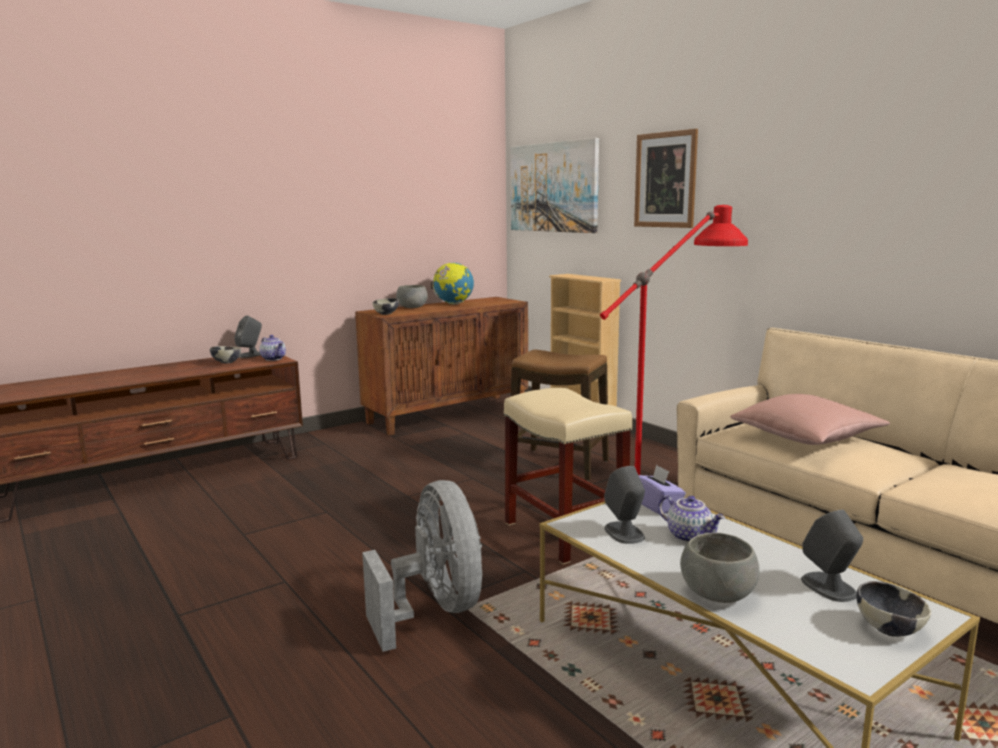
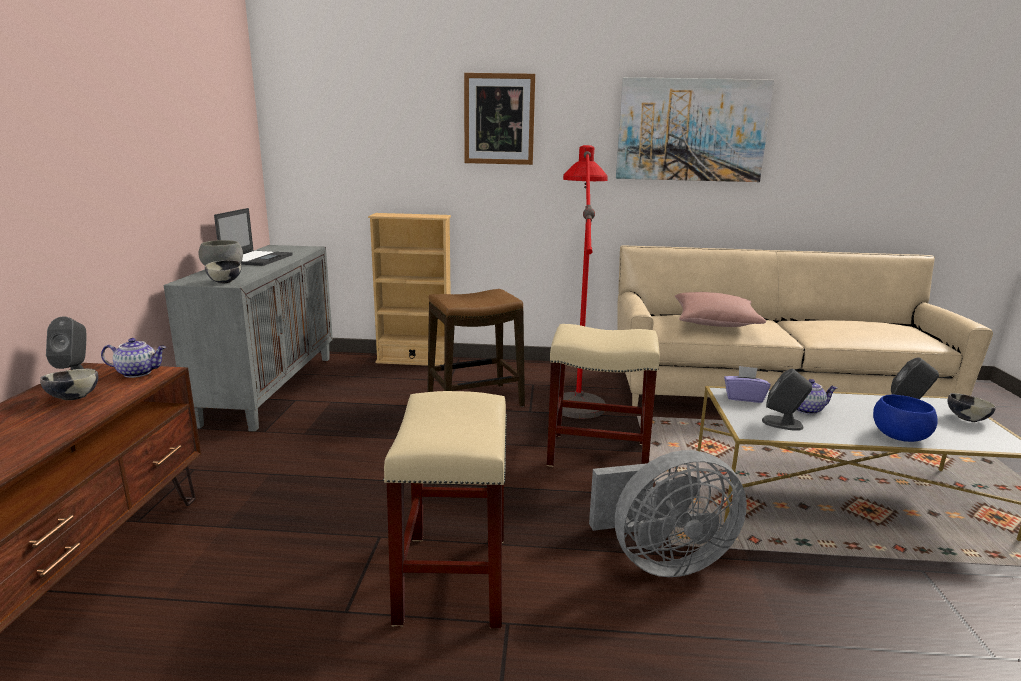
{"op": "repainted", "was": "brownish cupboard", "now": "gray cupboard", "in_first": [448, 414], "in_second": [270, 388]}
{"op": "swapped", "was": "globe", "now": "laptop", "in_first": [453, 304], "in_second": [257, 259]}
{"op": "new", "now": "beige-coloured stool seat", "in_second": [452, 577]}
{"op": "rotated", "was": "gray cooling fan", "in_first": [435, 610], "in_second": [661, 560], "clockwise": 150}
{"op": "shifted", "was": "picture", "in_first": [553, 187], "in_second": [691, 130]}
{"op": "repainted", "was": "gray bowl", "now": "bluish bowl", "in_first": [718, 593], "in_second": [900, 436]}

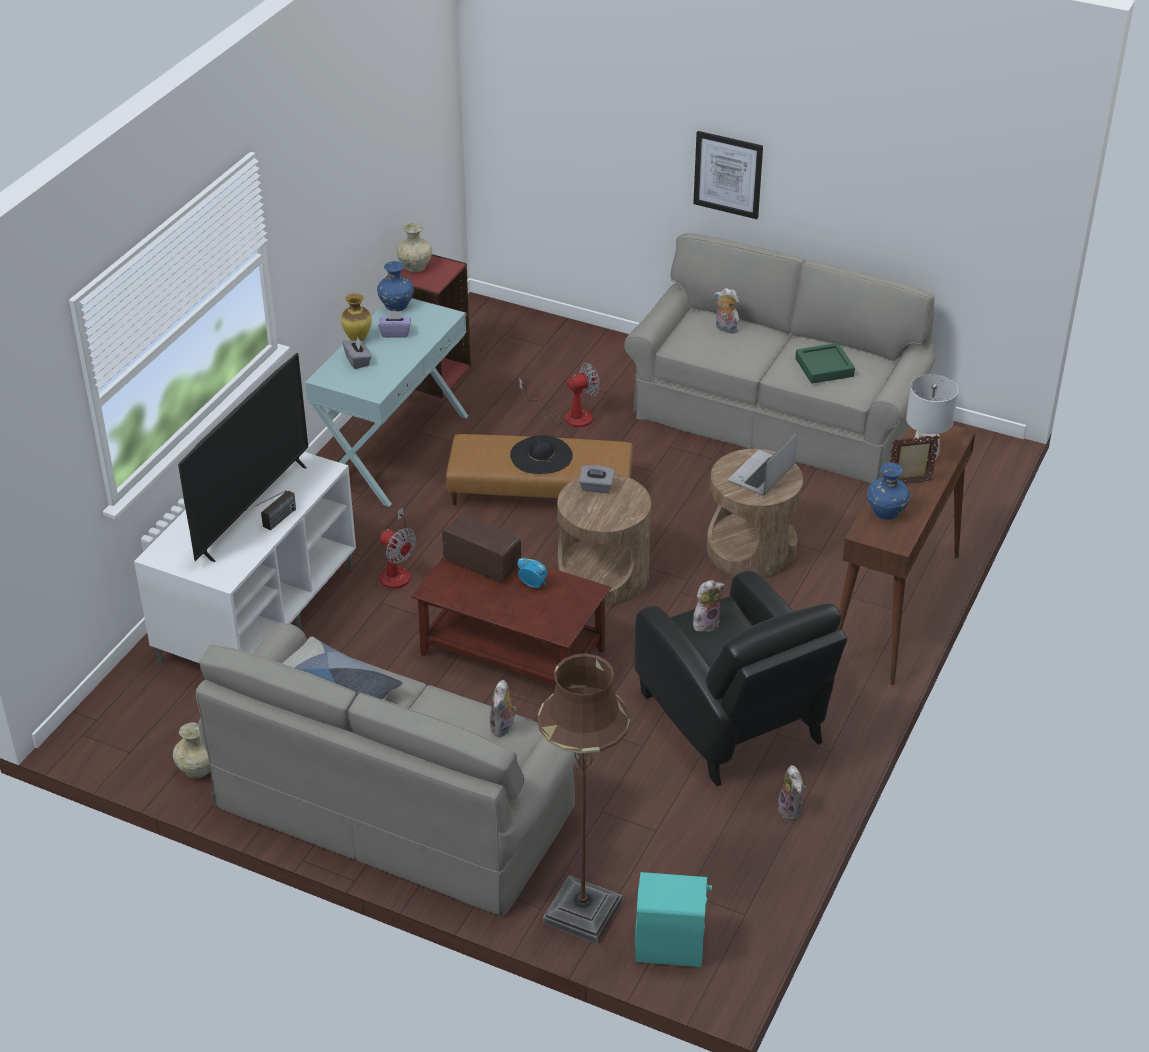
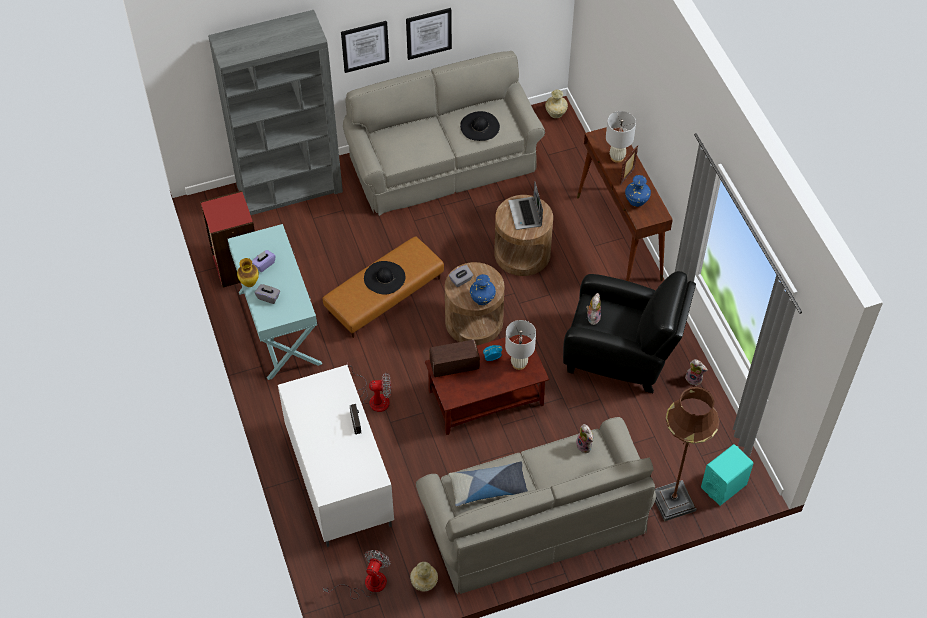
{"op": "new", "now": "gray shelving unit", "in_second": [290, 189]}
{"op": "shifted", "was": "cooling fan", "in_first": [569, 416], "in_second": [367, 584]}
{"op": "new", "now": "picture", "in_second": [428, 33]}
{"op": "swapped", "was": "green-coloured tray", "now": "black-coloured clothing hat", "in_first": [824, 367], "in_second": [479, 126]}
{"op": "shifted", "was": "bluish flower vase", "in_first": [396, 306], "in_second": [482, 299]}
{"op": "new", "now": "whitish lamp for a table", "in_second": [519, 364]}
{"op": "shifted", "was": "beige-coloured flower vase", "in_first": [415, 267], "in_second": [555, 113]}
{"op": "gone", "was": "television", "in_first": [252, 510]}
{"op": "gone", "was": "cuddly toy", "in_first": [725, 329]}

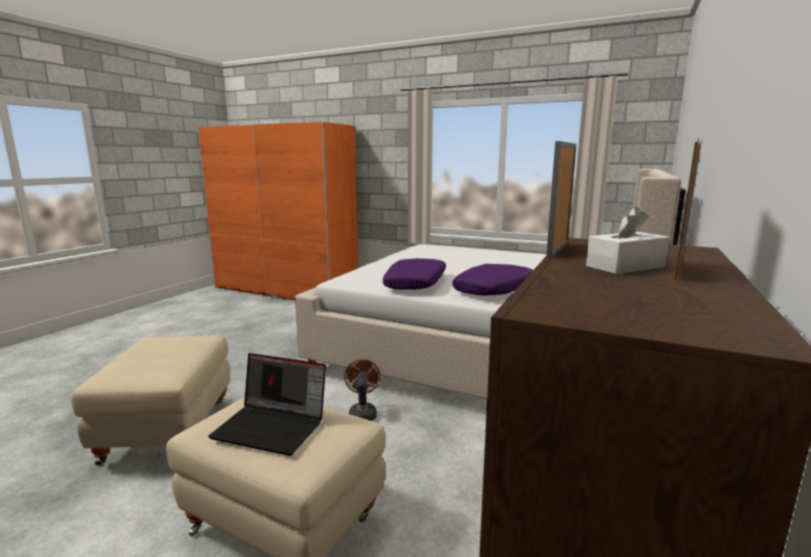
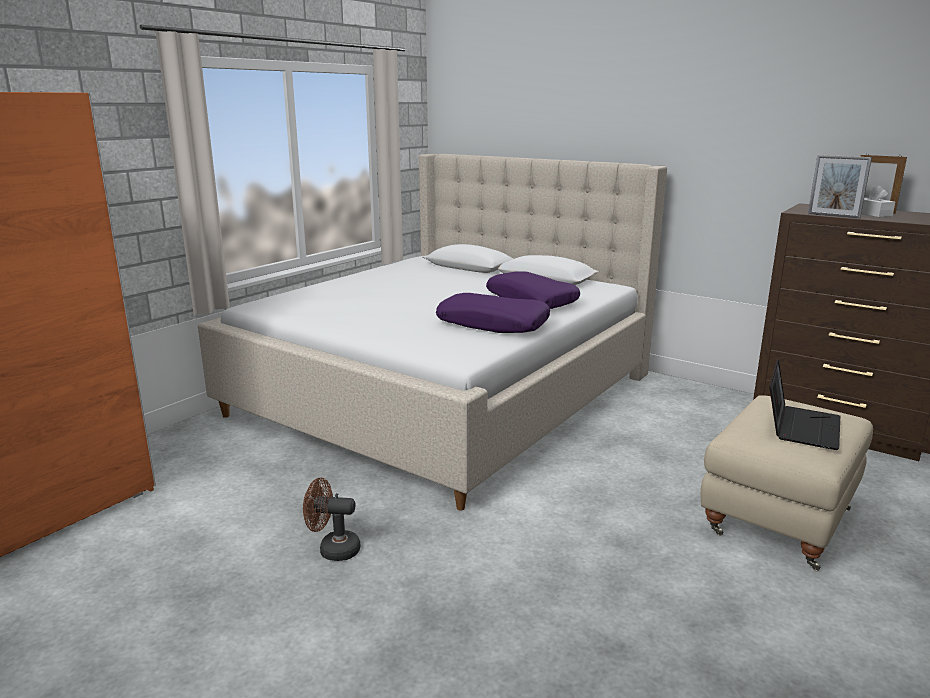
{"op": "shifted", "was": "brownish cooling fan", "in_first": [362, 413], "in_second": [333, 549]}
{"op": "gone", "was": "beige-coloured ottoman", "in_first": [169, 432]}

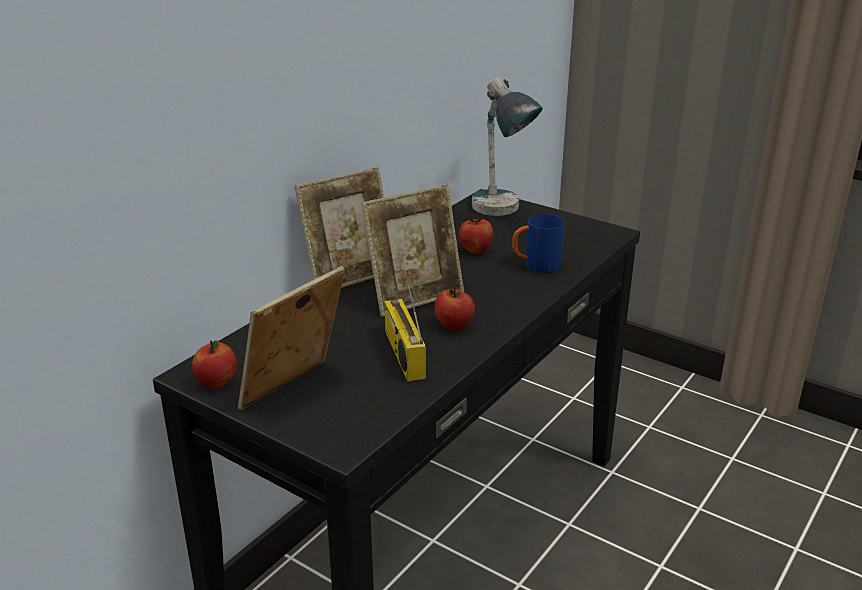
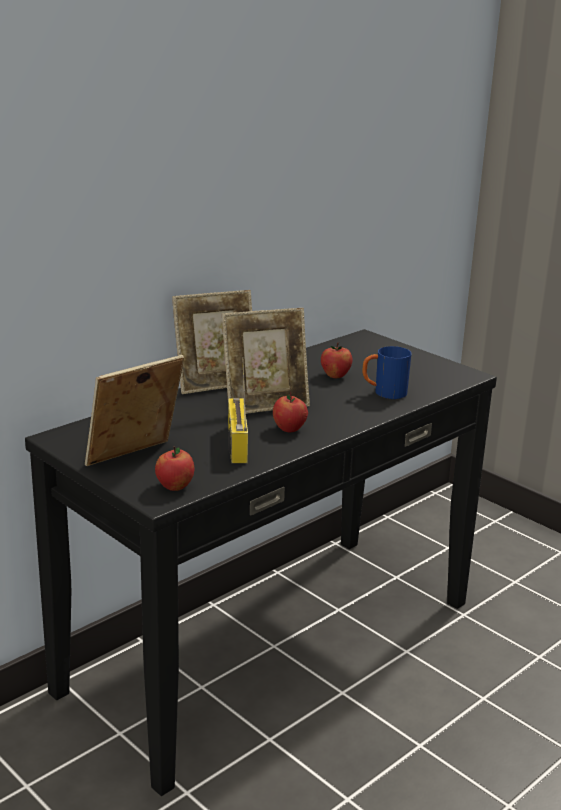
{"op": "shifted", "was": "whole apple", "in_first": [217, 383], "in_second": [175, 486]}
{"op": "gone", "was": "lamp for a table", "in_first": [501, 214]}

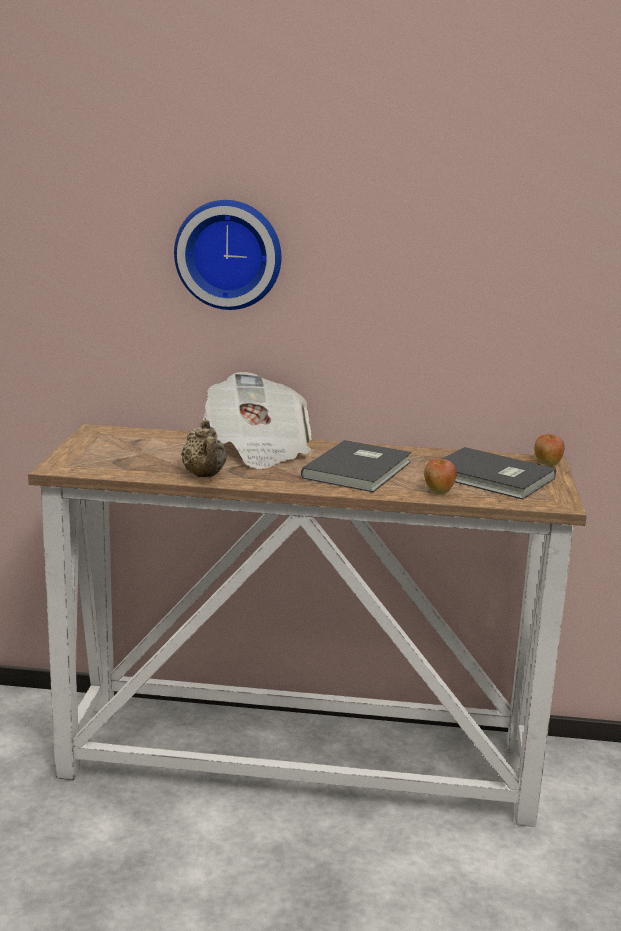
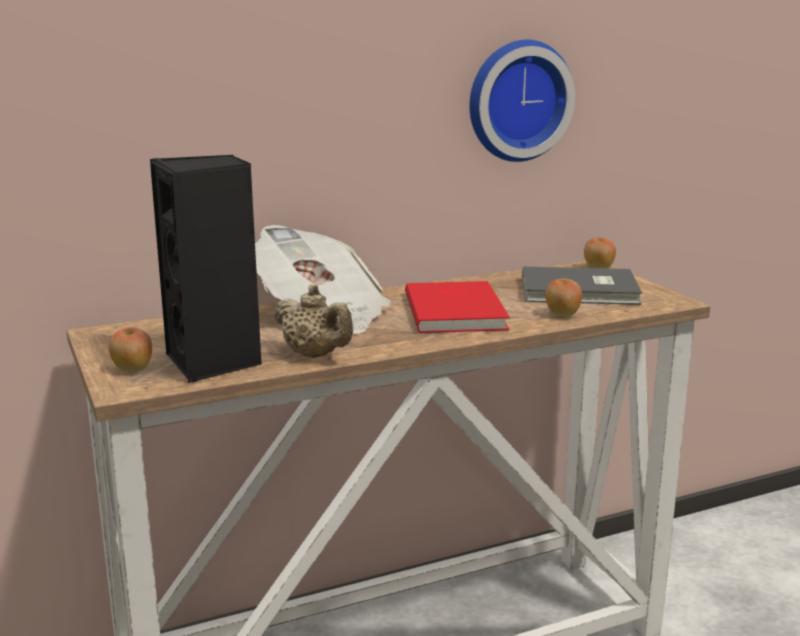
{"op": "new", "now": "whole apple", "in_second": [132, 369]}
{"op": "new", "now": "black-coloured loudspeaker", "in_second": [214, 362]}
{"op": "repainted", "was": "gray bound book", "now": "reddish bound book", "in_first": [361, 470], "in_second": [457, 310]}
{"op": "shifted", "was": "wall clock", "in_first": [229, 254], "in_second": [516, 100]}

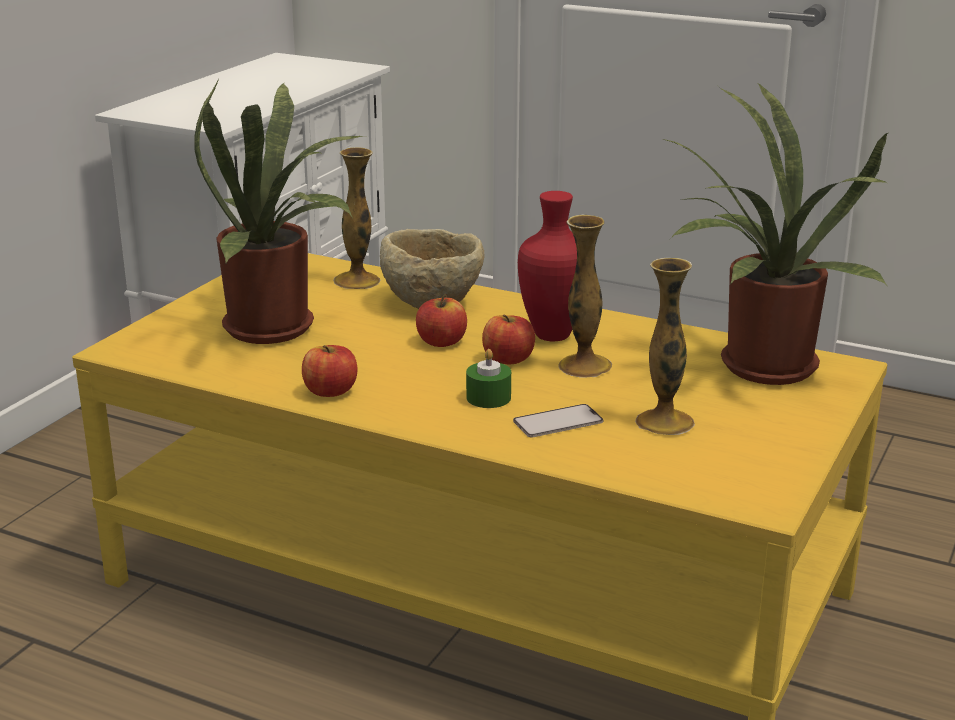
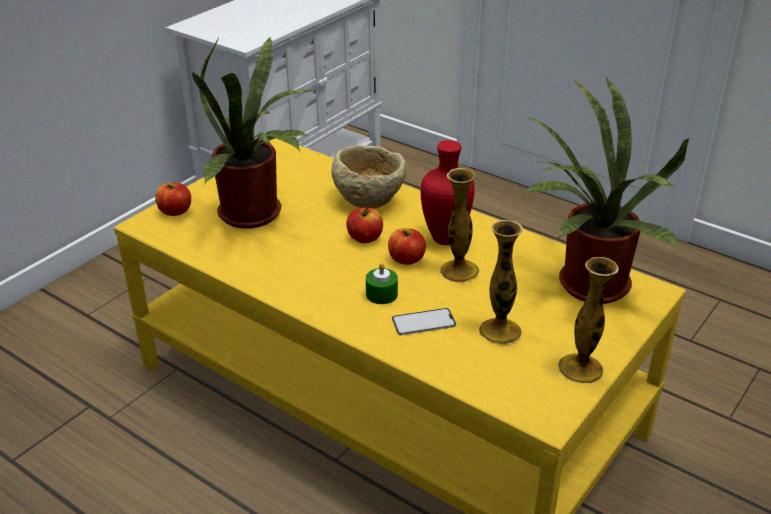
{"op": "shifted", "was": "whole apple", "in_first": [330, 391], "in_second": [175, 211]}
{"op": "shifted", "was": "flower vase", "in_first": [356, 281], "in_second": [580, 368]}

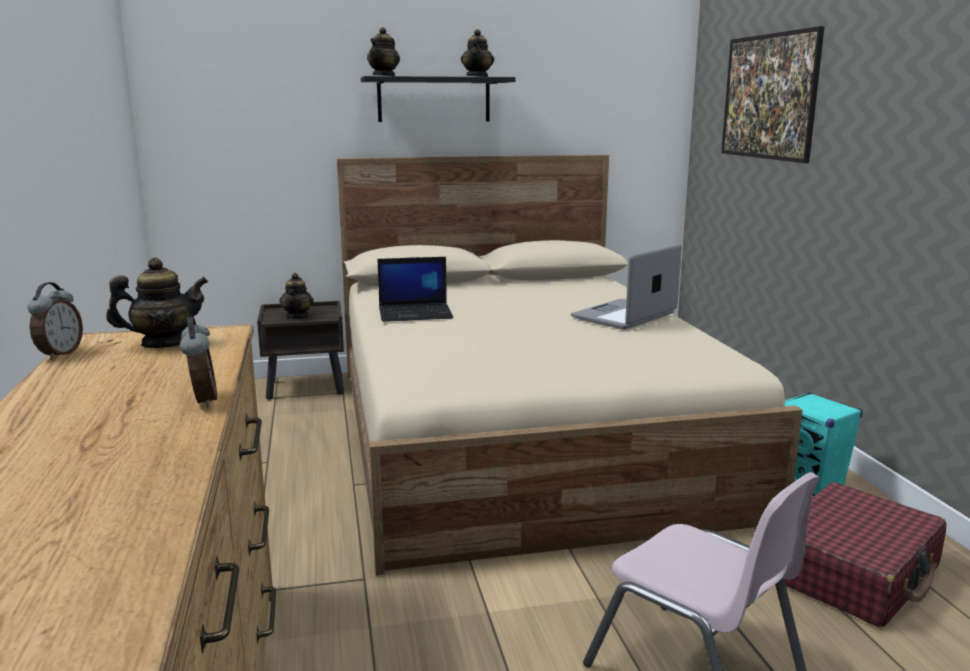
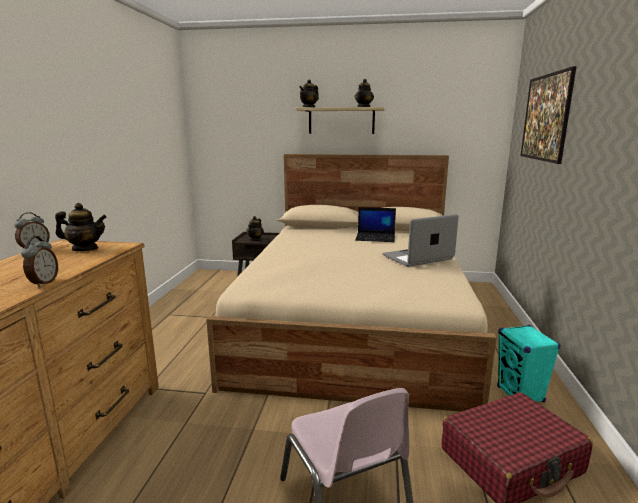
{"op": "repainted", "was": "black-coloured bracket shelf", "now": "beige-coloured bracket shelf", "in_first": [434, 100], "in_second": [341, 121]}
{"op": "shifted", "was": "laptop", "in_first": [416, 313], "in_second": [376, 238]}

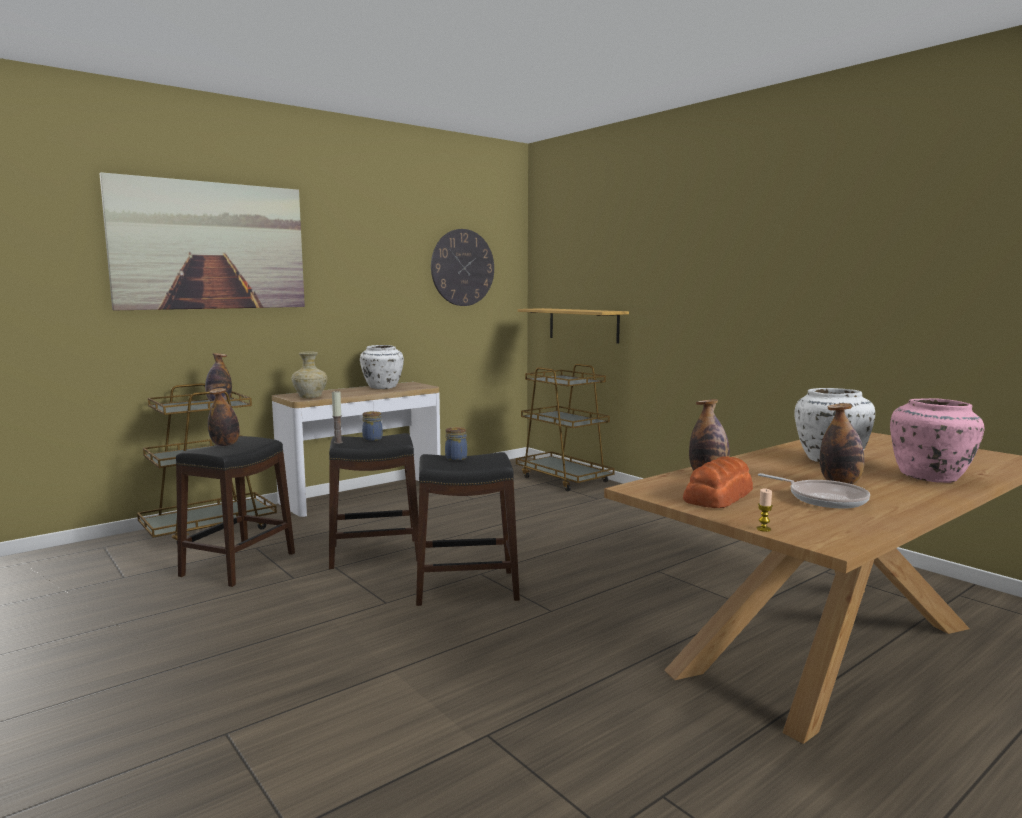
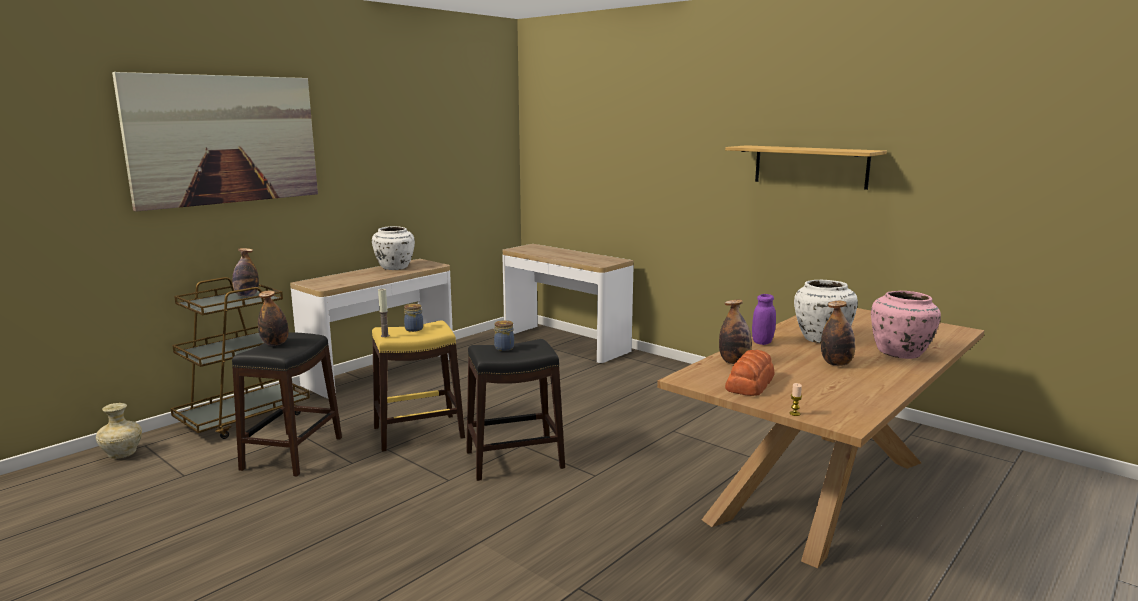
{"op": "shifted", "was": "beige-coloured flower vase", "in_first": [309, 397], "in_second": [121, 454]}
{"op": "repainted", "was": "black-coloured stool seat", "now": "yellow stool seat", "in_first": [374, 553], "in_second": [418, 432]}
{"op": "swapped", "was": "brownish wheeled cart", "now": "console table", "in_first": [563, 479], "in_second": [565, 343]}
{"op": "shifted", "was": "bracket shelf", "in_first": [583, 325], "in_second": [810, 166]}
{"op": "new", "now": "purplish storage jar", "in_second": [762, 342]}
{"op": "gone", "was": "wall clock", "in_first": [462, 267]}
{"op": "gone", "was": "frying pan", "in_first": [823, 499]}

